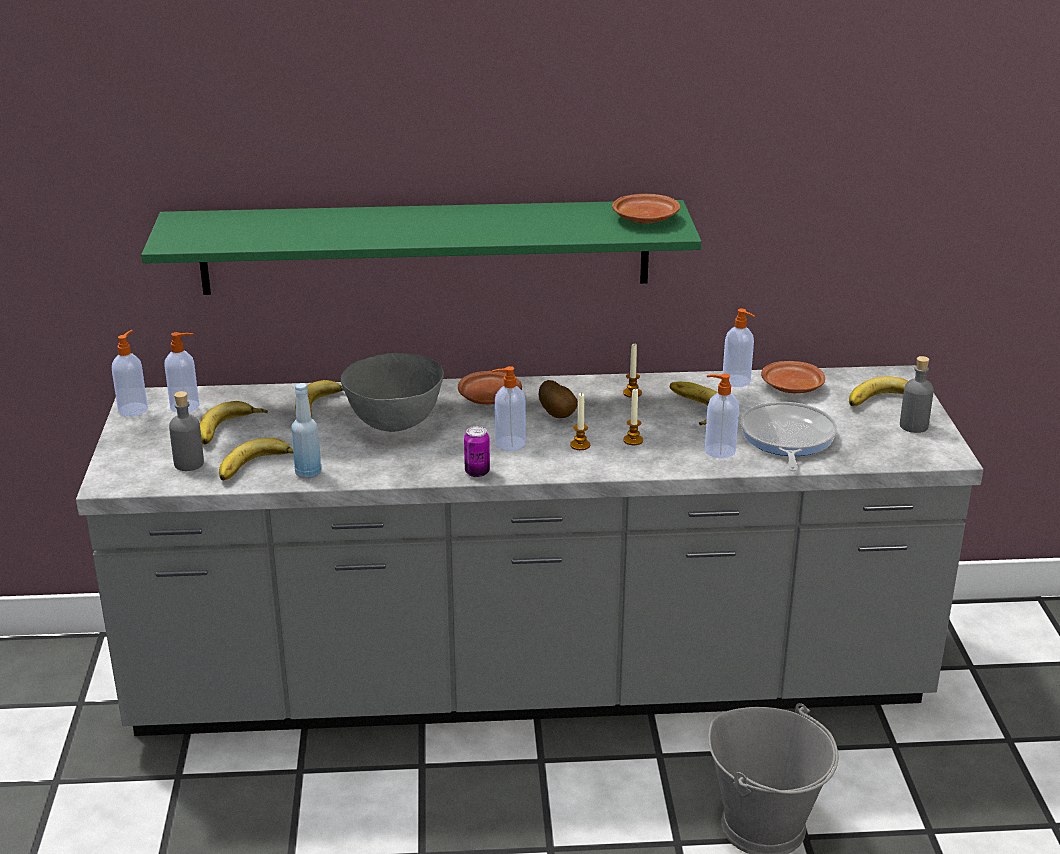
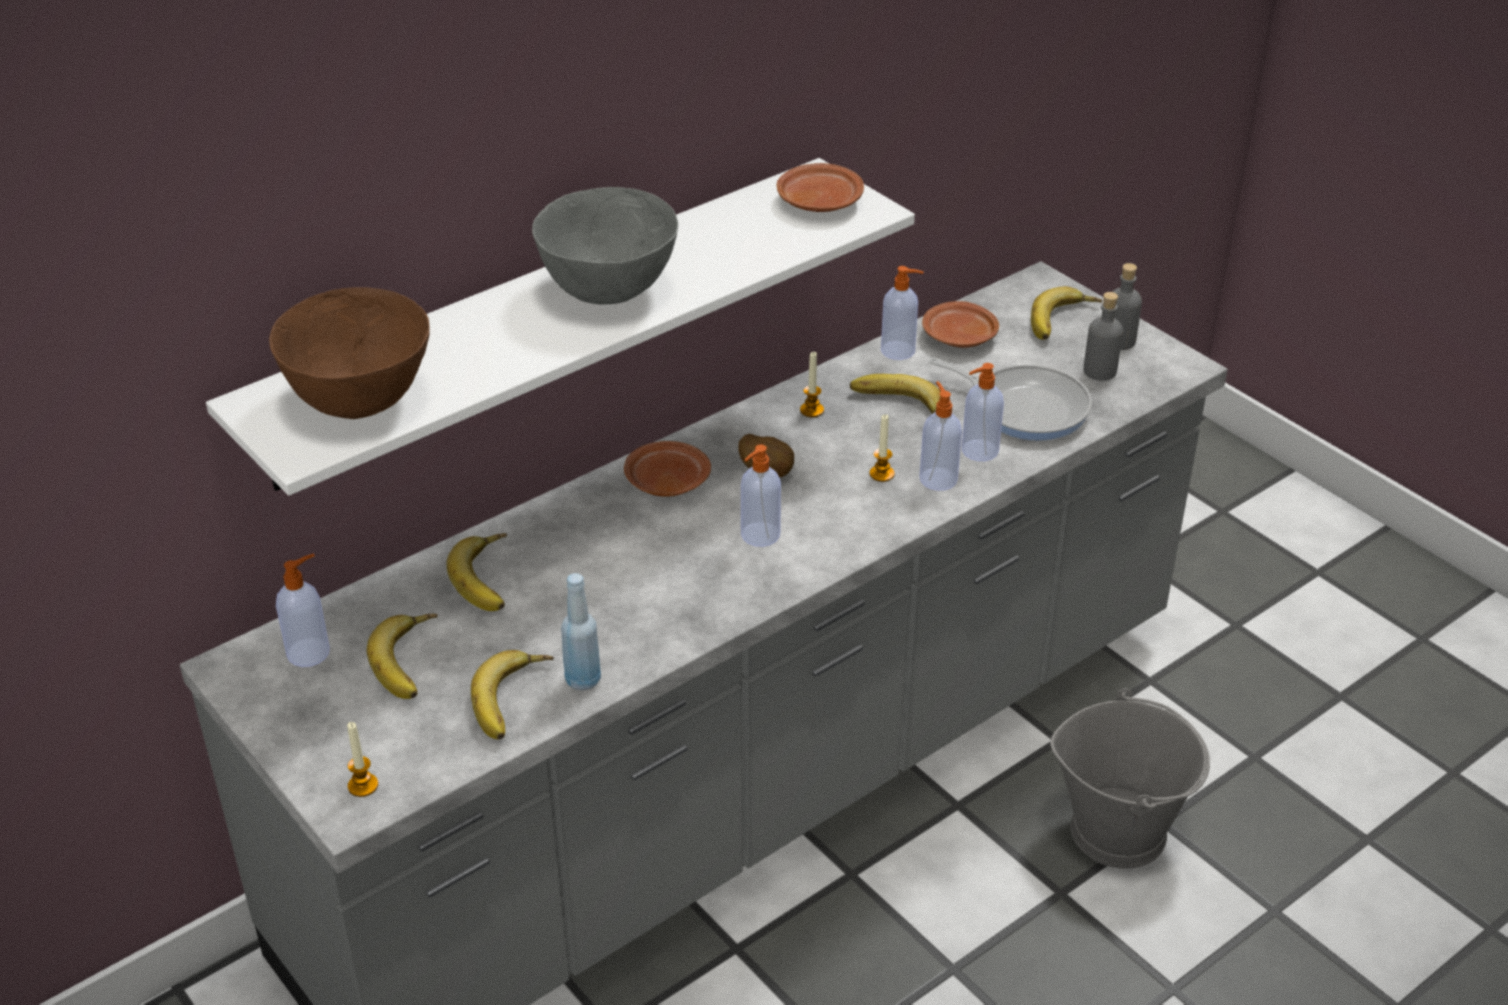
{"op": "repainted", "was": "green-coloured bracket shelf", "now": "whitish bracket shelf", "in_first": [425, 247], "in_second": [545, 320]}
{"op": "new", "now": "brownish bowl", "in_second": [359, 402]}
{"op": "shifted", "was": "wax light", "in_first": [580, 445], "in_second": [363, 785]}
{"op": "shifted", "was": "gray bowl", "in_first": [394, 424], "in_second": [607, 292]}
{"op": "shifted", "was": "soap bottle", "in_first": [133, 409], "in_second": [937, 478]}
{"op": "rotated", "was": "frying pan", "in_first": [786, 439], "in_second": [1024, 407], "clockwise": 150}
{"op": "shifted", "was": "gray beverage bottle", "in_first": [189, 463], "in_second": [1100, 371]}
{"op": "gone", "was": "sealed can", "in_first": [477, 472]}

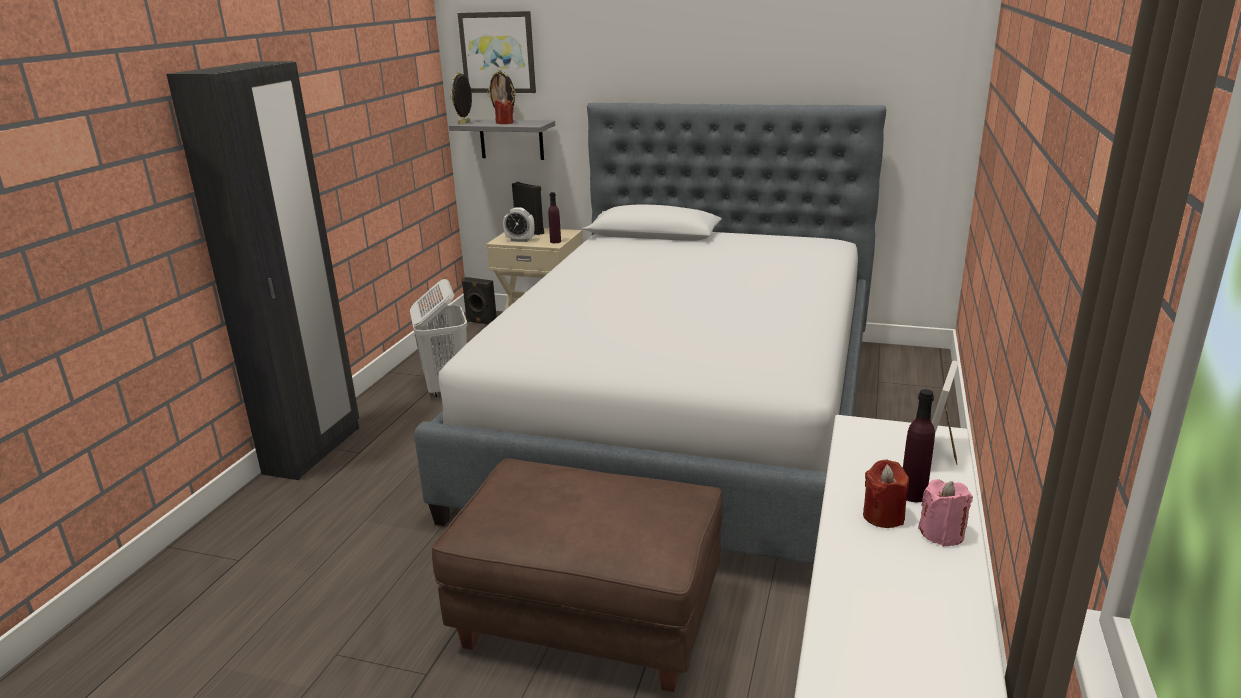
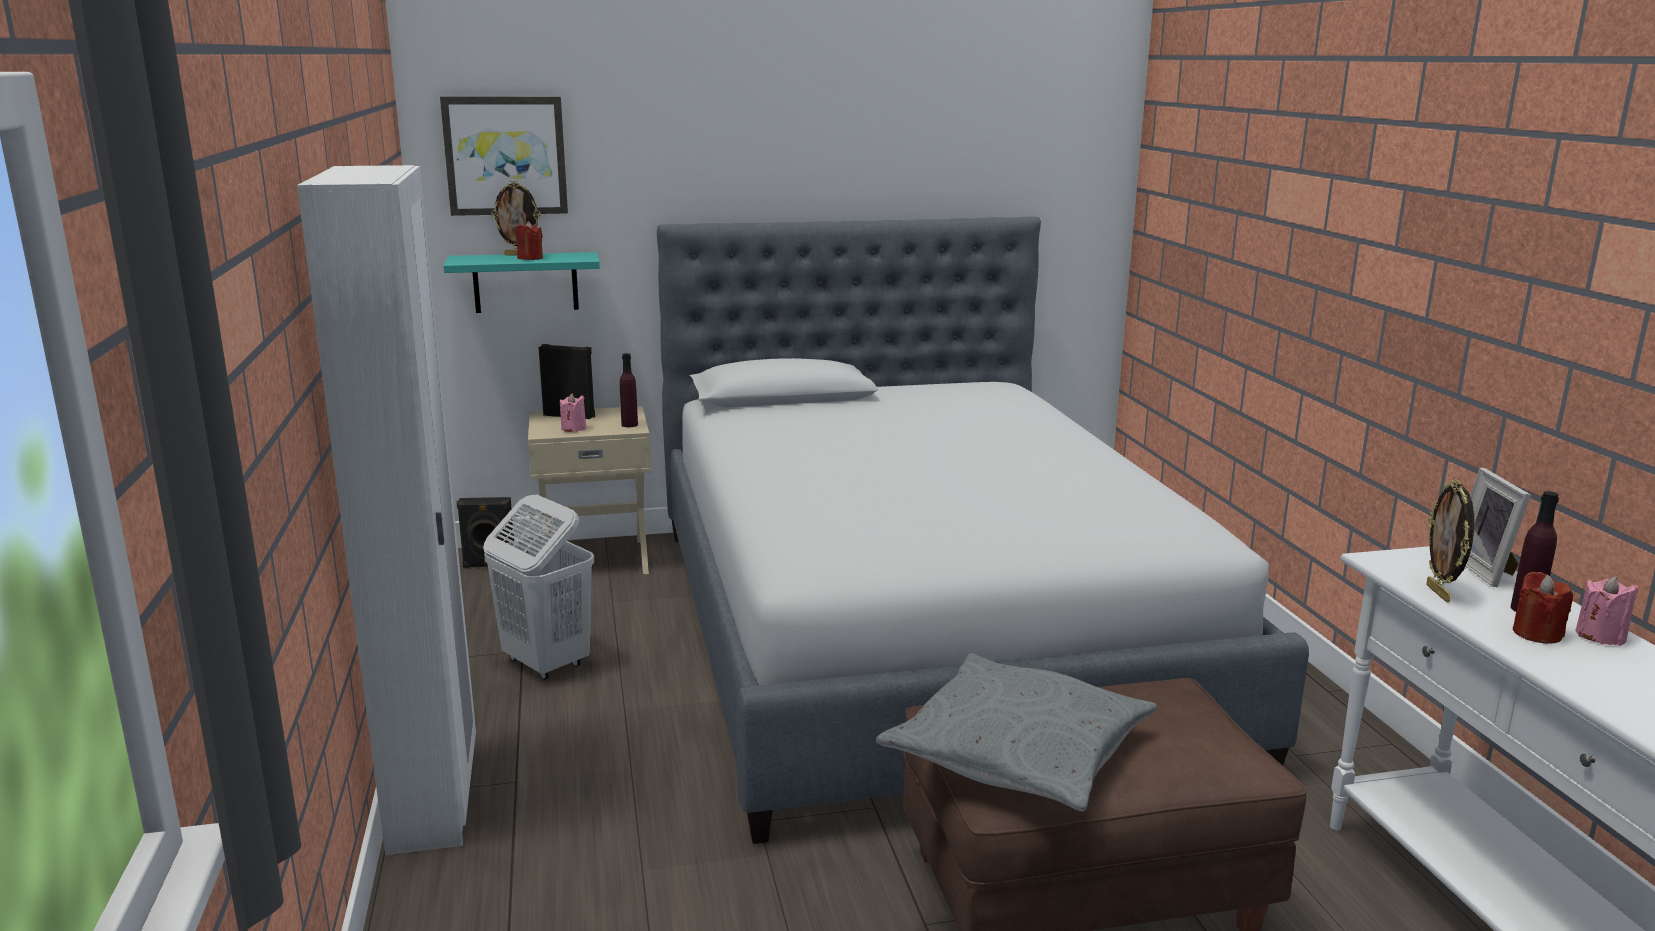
{"op": "repainted", "was": "black-coloured wardrobe", "now": "whitish wardrobe", "in_first": [314, 450], "in_second": [435, 798]}
{"op": "repainted", "was": "gray bracket shelf", "now": "turquoise bracket shelf", "in_first": [511, 139], "in_second": [525, 282]}
{"op": "swapped", "was": "table clock", "now": "pink wax light", "in_first": [520, 240], "in_second": [573, 429]}
{"op": "new", "now": "gray cushion", "in_second": [1018, 752]}
{"op": "shifted", "was": "standing frame", "in_first": [464, 123], "in_second": [1439, 593]}

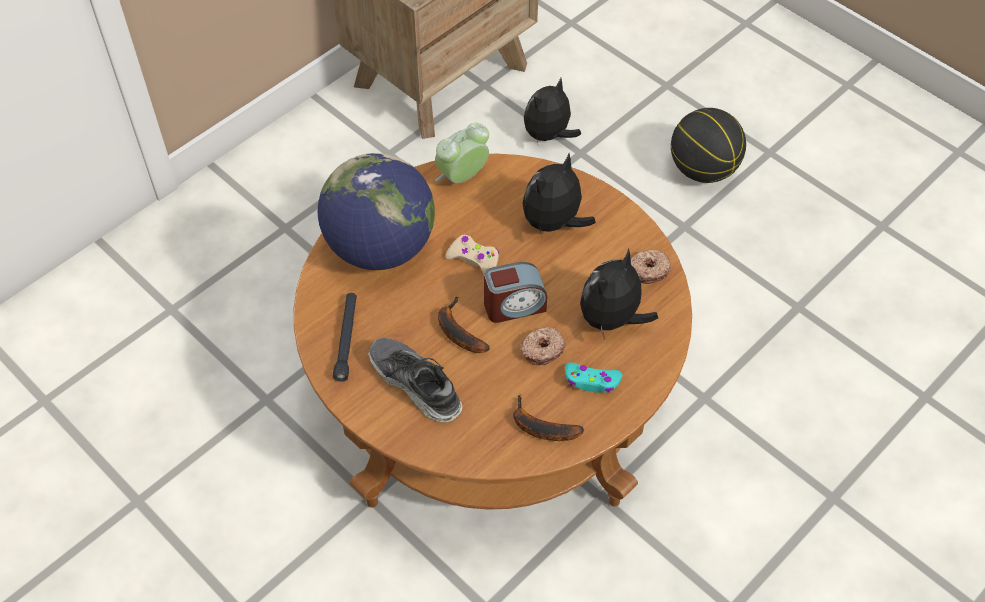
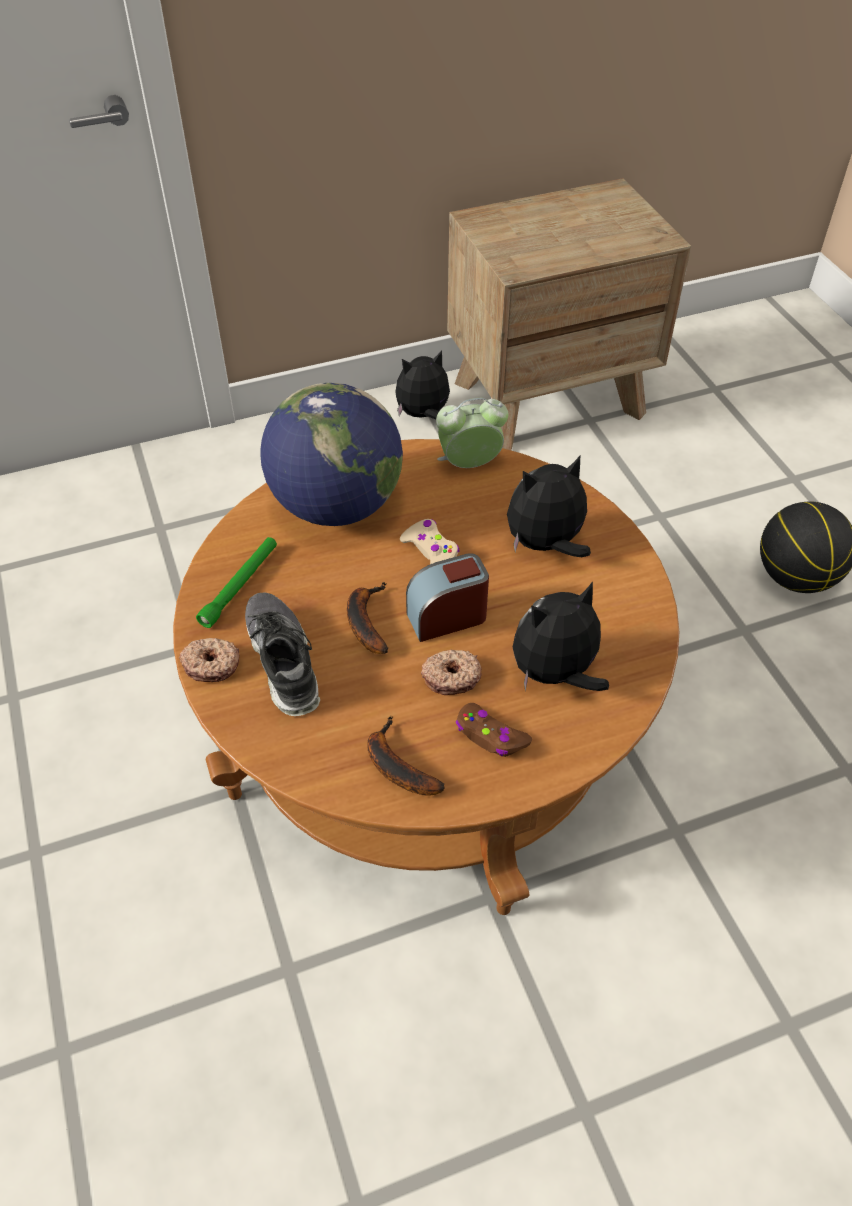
{"op": "shifted", "was": "donut", "in_first": [647, 270], "in_second": [211, 664]}
{"op": "repainted", "was": "black-coloured hand torch", "now": "green-coloured hand torch", "in_first": [346, 339], "in_second": [240, 586]}
{"op": "shifted", "was": "cuddly toy", "in_first": [548, 135], "in_second": [423, 415]}
{"op": "rotated", "was": "table clock", "in_first": [514, 306], "in_second": [447, 617], "clockwise": 150}
{"op": "repainted", "was": "turquoise game controller", "now": "brownish game controller", "in_first": [592, 381], "in_second": [490, 736]}

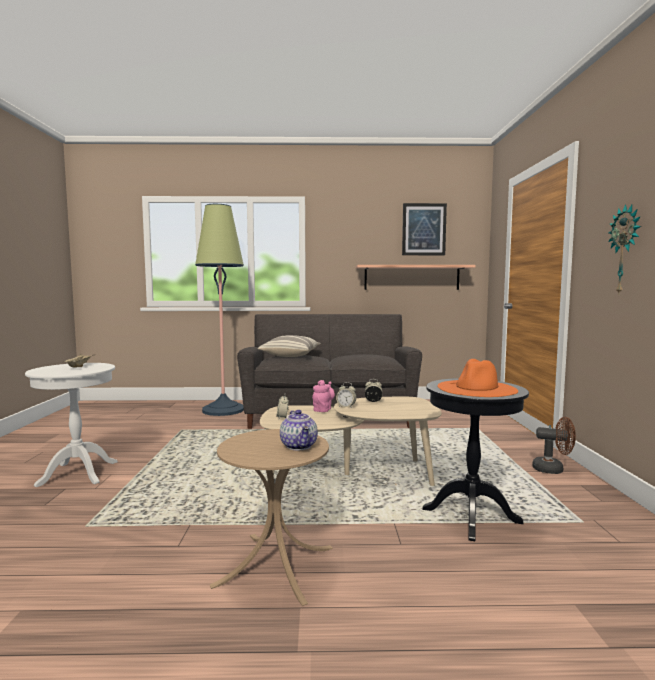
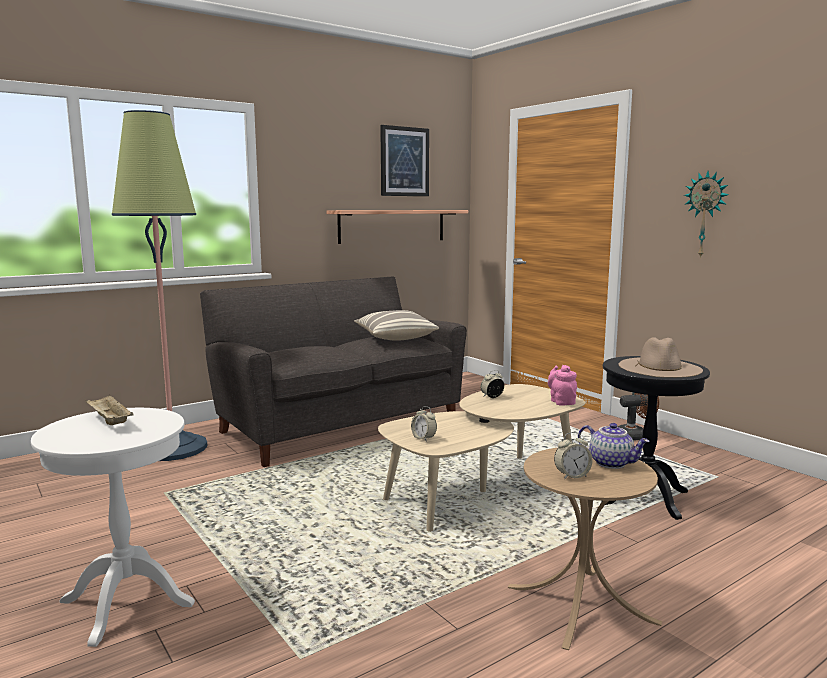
{"op": "shifted", "was": "cushion", "in_first": [290, 355], "in_second": [395, 337]}
{"op": "shifted", "was": "pink tea pot", "in_first": [323, 409], "in_second": [561, 401]}
{"op": "shifted", "was": "table clock", "in_first": [346, 407], "in_second": [572, 476]}
{"op": "repainted", "was": "orangey clothing hat", "now": "beige-coloured clothing hat", "in_first": [477, 388], "in_second": [659, 367]}

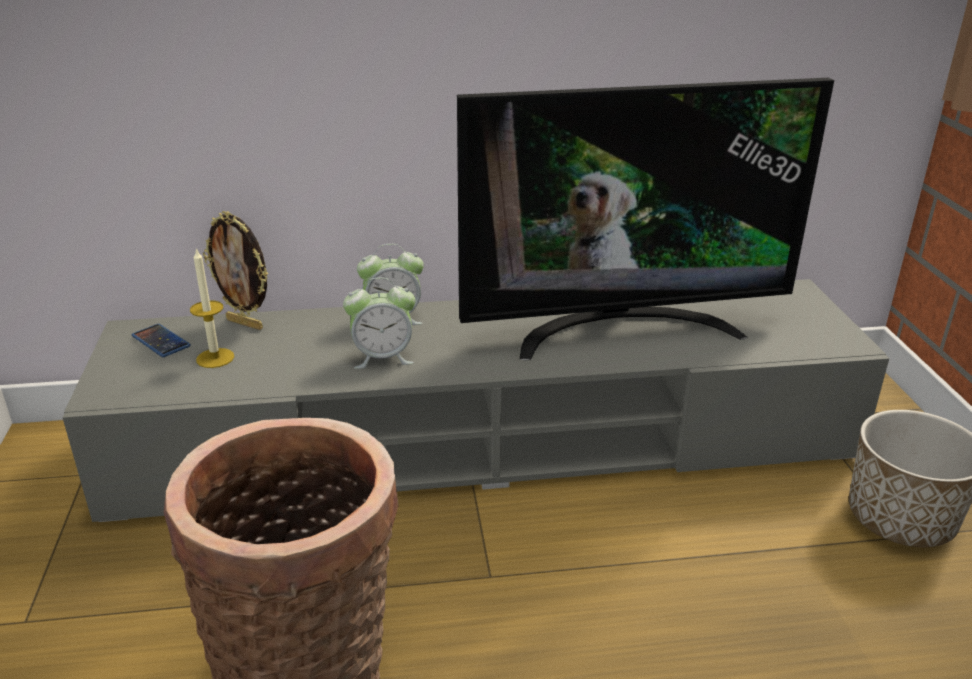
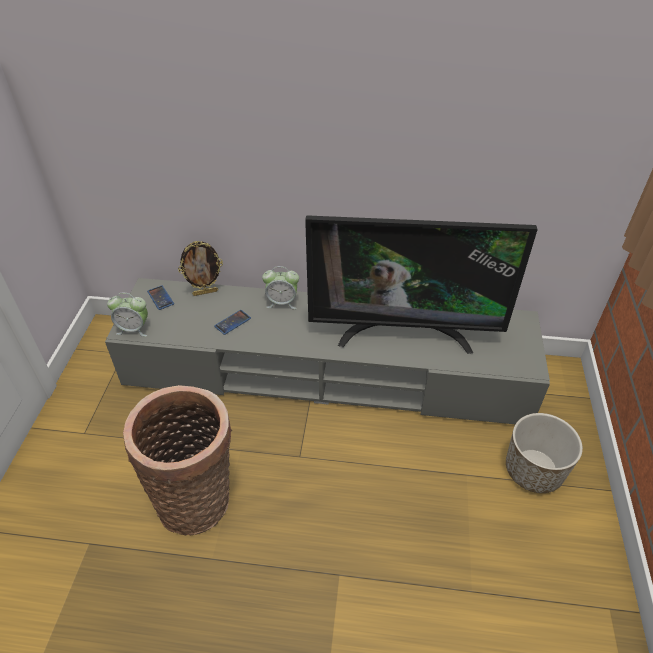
{"op": "shifted", "was": "table clock", "in_first": [383, 357], "in_second": [134, 329]}
{"op": "rotated", "was": "standing frame", "in_first": [246, 323], "in_second": [205, 292], "clockwise": -60}
{"op": "new", "now": "phone", "in_second": [232, 322]}
{"op": "gone", "was": "wax light", "in_first": [215, 358]}

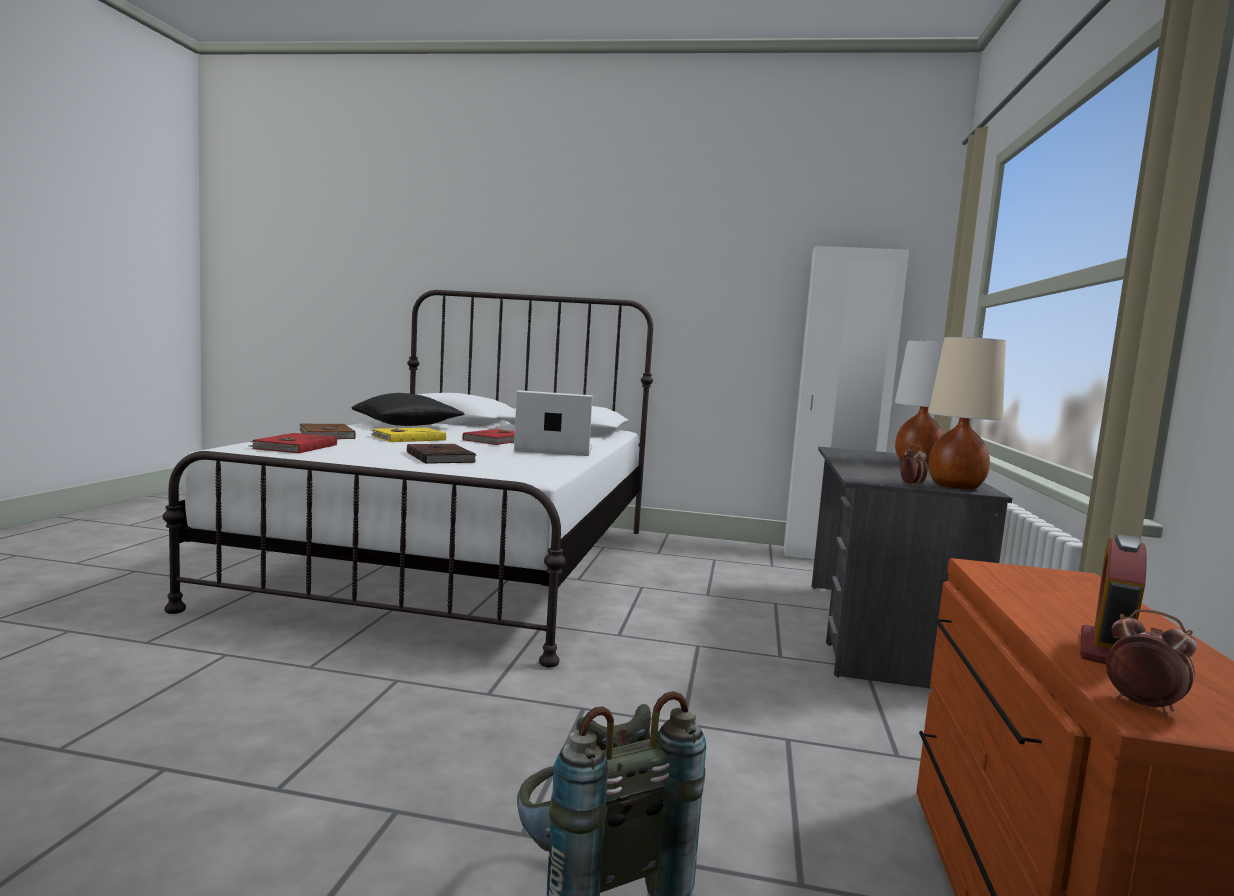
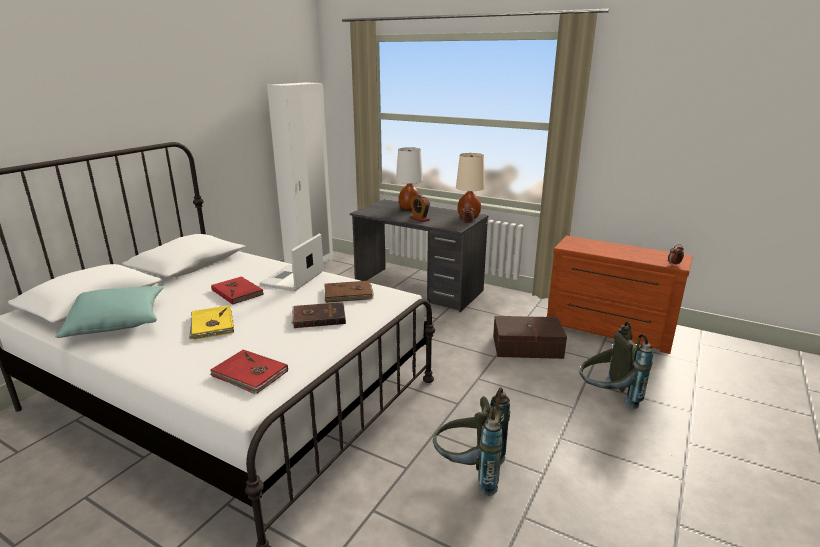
{"op": "repainted", "was": "black-coloured cushion", "now": "turquoise cushion", "in_first": [407, 425], "in_second": [117, 322]}
{"op": "shifted", "was": "brownish bound book", "in_first": [325, 435], "in_second": [348, 294]}
{"op": "shifted", "was": "table clock", "in_first": [1110, 651], "in_second": [419, 219]}
{"op": "new", "now": "gray rucksack", "in_second": [469, 472]}
{"op": "new", "now": "brownish storage box", "in_second": [526, 346]}

